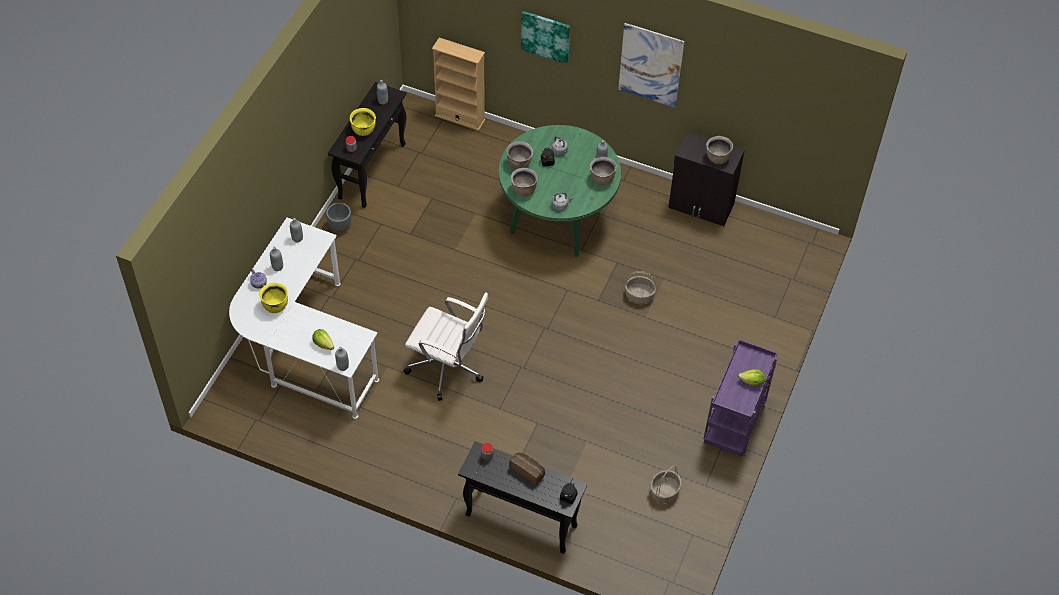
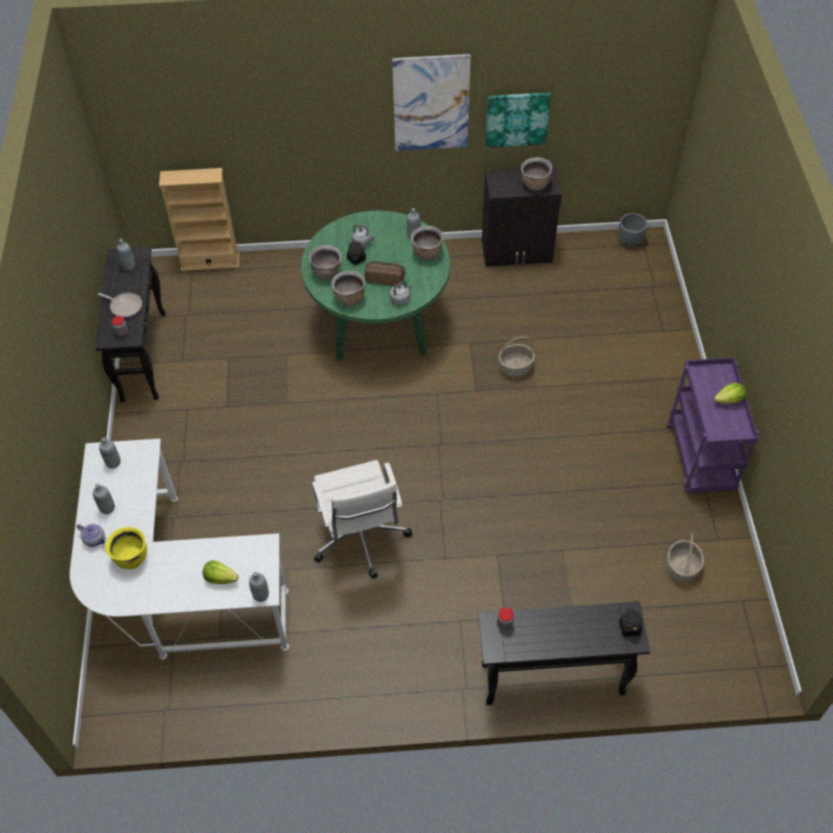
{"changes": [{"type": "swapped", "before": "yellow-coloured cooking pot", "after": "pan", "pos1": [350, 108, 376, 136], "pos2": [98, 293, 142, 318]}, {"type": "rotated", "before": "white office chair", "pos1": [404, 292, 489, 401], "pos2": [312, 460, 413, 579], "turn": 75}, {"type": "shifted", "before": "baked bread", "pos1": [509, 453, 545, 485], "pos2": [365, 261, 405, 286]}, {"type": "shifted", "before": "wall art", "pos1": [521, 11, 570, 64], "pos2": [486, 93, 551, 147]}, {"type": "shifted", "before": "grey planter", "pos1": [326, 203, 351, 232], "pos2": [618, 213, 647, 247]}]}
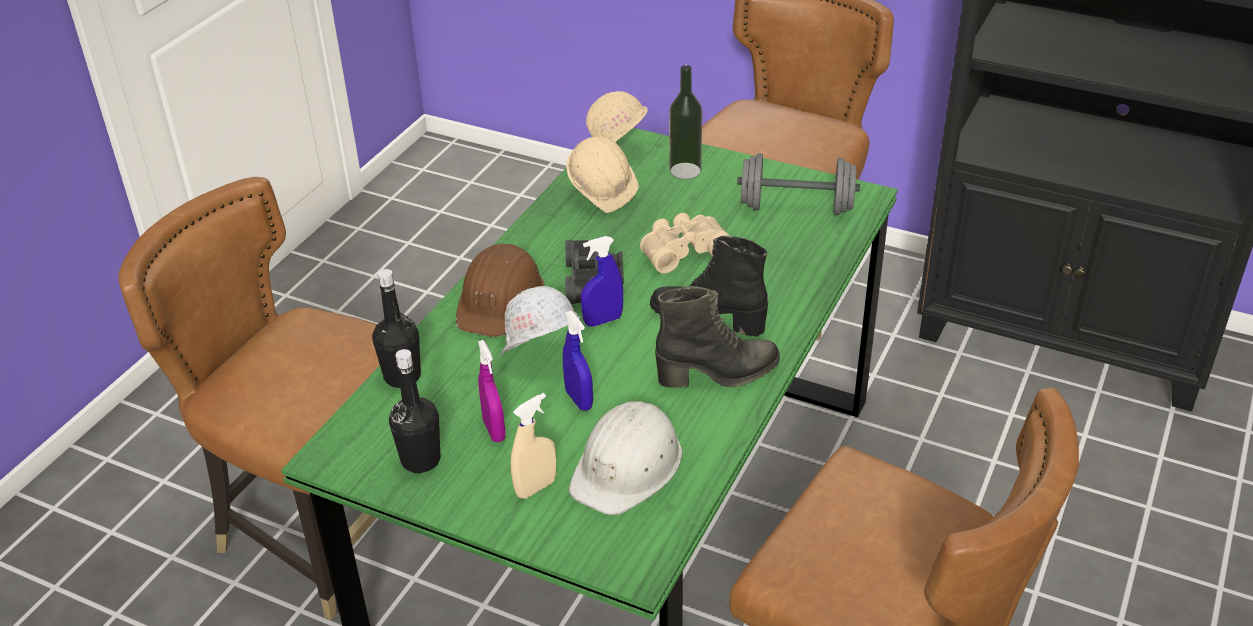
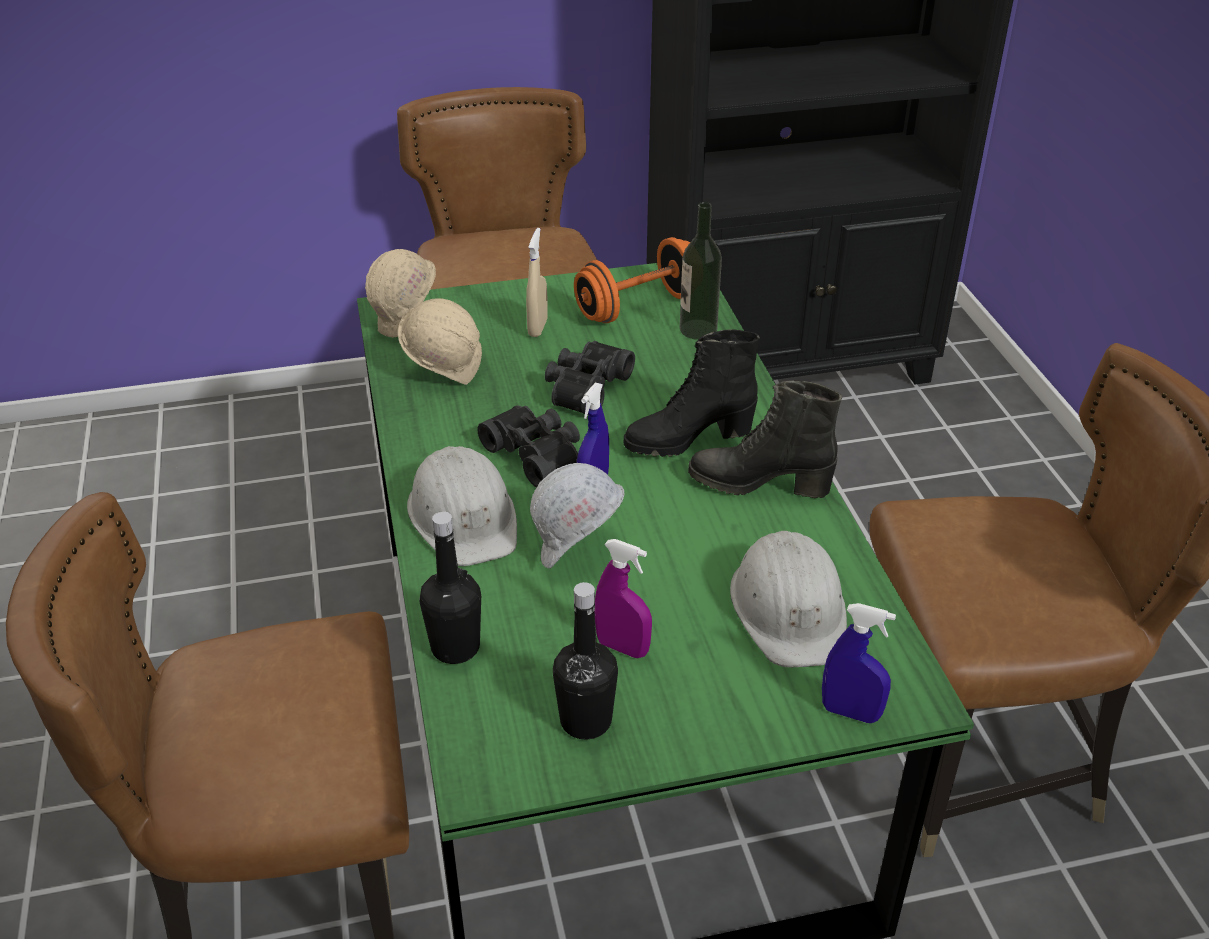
{"changes": [{"type": "repainted", "before": "brown-coloured safety helmet", "after": "white safety helmet", "pos1": [456, 243, 545, 337], "pos2": [407, 446, 517, 566]}, {"type": "shifted", "before": "beige-coloured spray bottle", "pos1": [511, 393, 556, 499], "pos2": [526, 228, 548, 337]}, {"type": "repainted", "before": "beige-coloured field glasses", "after": "black-coloured field glasses", "pos1": [640, 213, 730, 274], "pos2": [545, 341, 635, 415]}, {"type": "repainted", "before": "grey dumbbell", "after": "orange-coloured dumbbell", "pos1": [737, 153, 860, 215], "pos2": [574, 237, 690, 323]}, {"type": "shifted", "before": "beverage bottle", "pos1": [669, 65, 702, 180], "pos2": [680, 202, 722, 340]}, {"type": "rotated", "before": "black-coloured high-top boot", "pos1": [655, 286, 780, 388], "pos2": [688, 381, 842, 498], "turn": -120}, {"type": "shifted", "before": "blue-coloured spray bottle", "pos1": [563, 311, 593, 411], "pos2": [822, 603, 896, 723]}]}
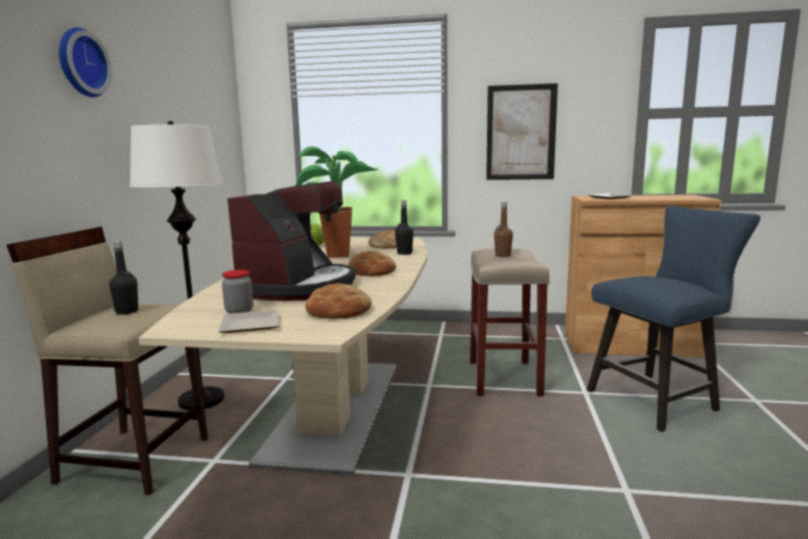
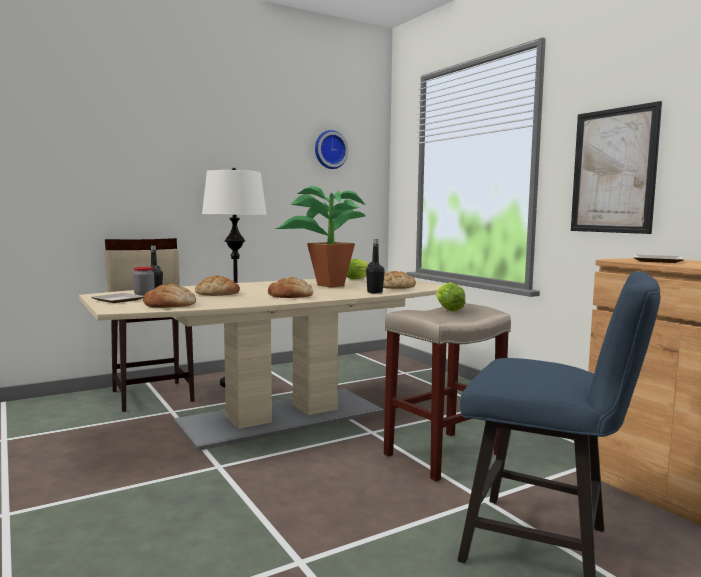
{"changes": [{"type": "swapped", "before": "coffee machine", "after": "baked bread", "pos1": [227, 181, 356, 301], "pos2": [195, 275, 240, 296]}, {"type": "shifted", "before": "hanging clock", "pos1": [59, 27, 112, 97], "pos2": [315, 130, 348, 169]}, {"type": "swapped", "before": "brown-coloured beverage bottle", "after": "lettuce", "pos1": [494, 202, 513, 257], "pos2": [436, 282, 466, 311]}]}
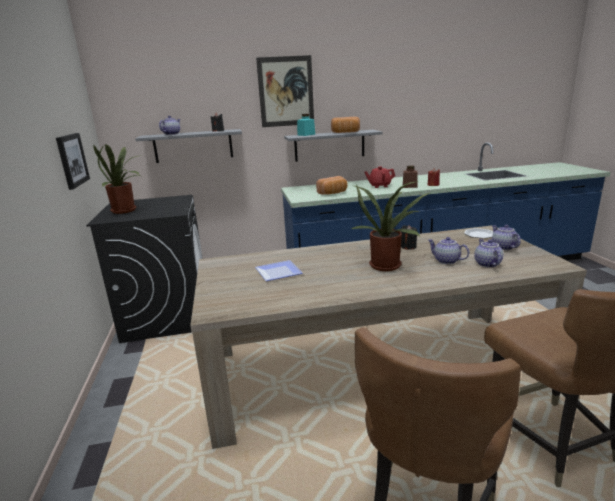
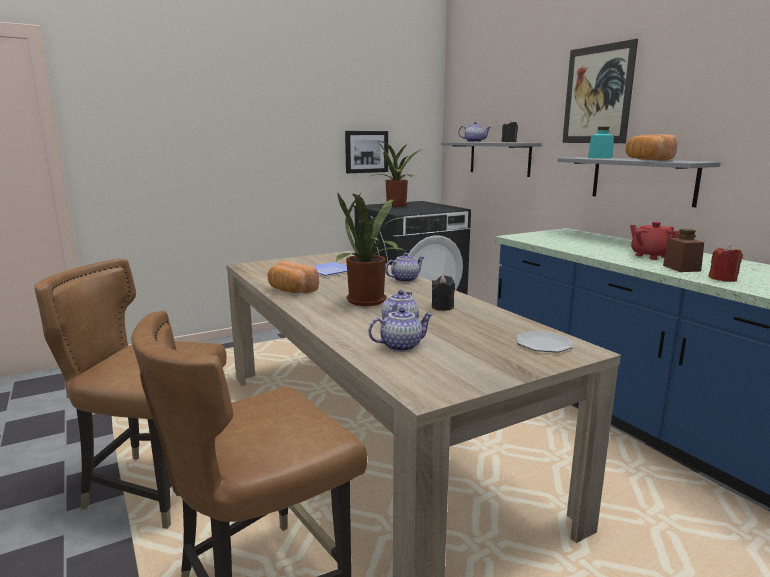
{"changes": [{"type": "shifted", "before": "baked bread", "pos1": [316, 176, 348, 195], "pos2": [268, 261, 319, 293]}, {"type": "shifted", "before": "teapot", "pos1": [492, 225, 521, 250], "pos2": [385, 252, 425, 282]}]}
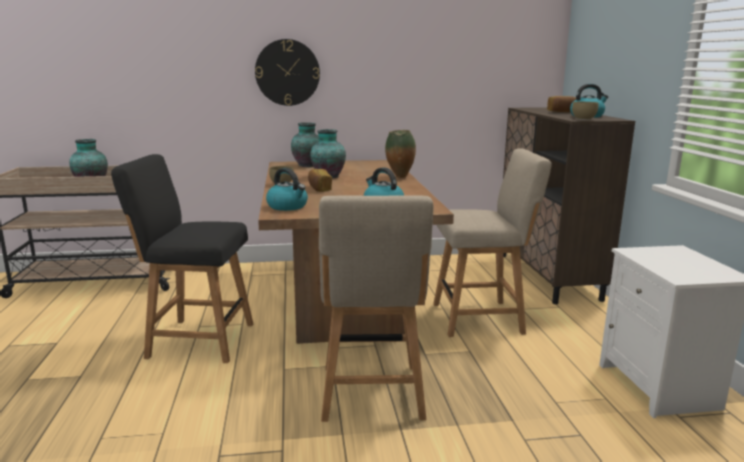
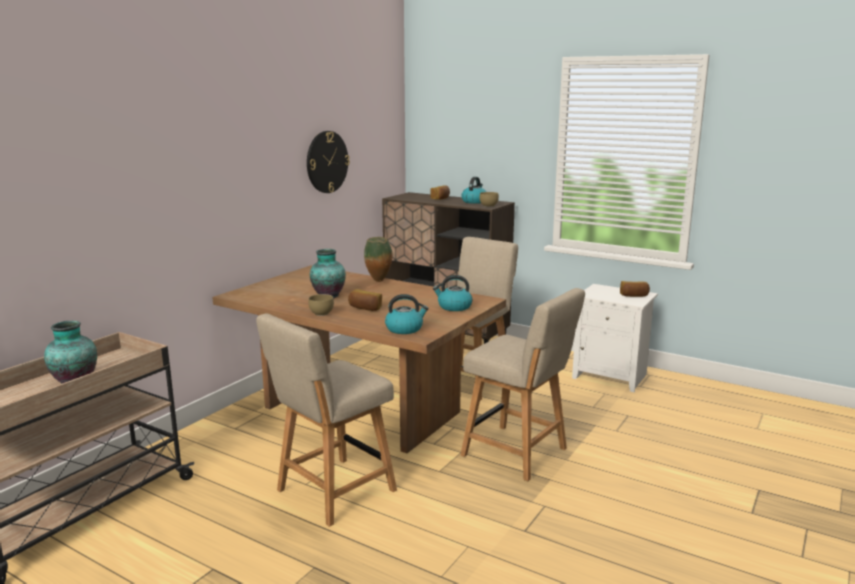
{"changes": [{"type": "repainted", "before": "black-coloured upright chair", "after": "beige-coloured upright chair", "pos1": [111, 154, 253, 363], "pos2": [256, 313, 397, 527]}, {"type": "shifted", "before": "hanging clock", "pos1": [255, 39, 320, 106], "pos2": [307, 131, 350, 193]}, {"type": "new", "after": "baked bread", "pos2": [620, 281, 650, 297]}, {"type": "gone", "before": "decorative vase", "pos1": [291, 122, 319, 167]}]}
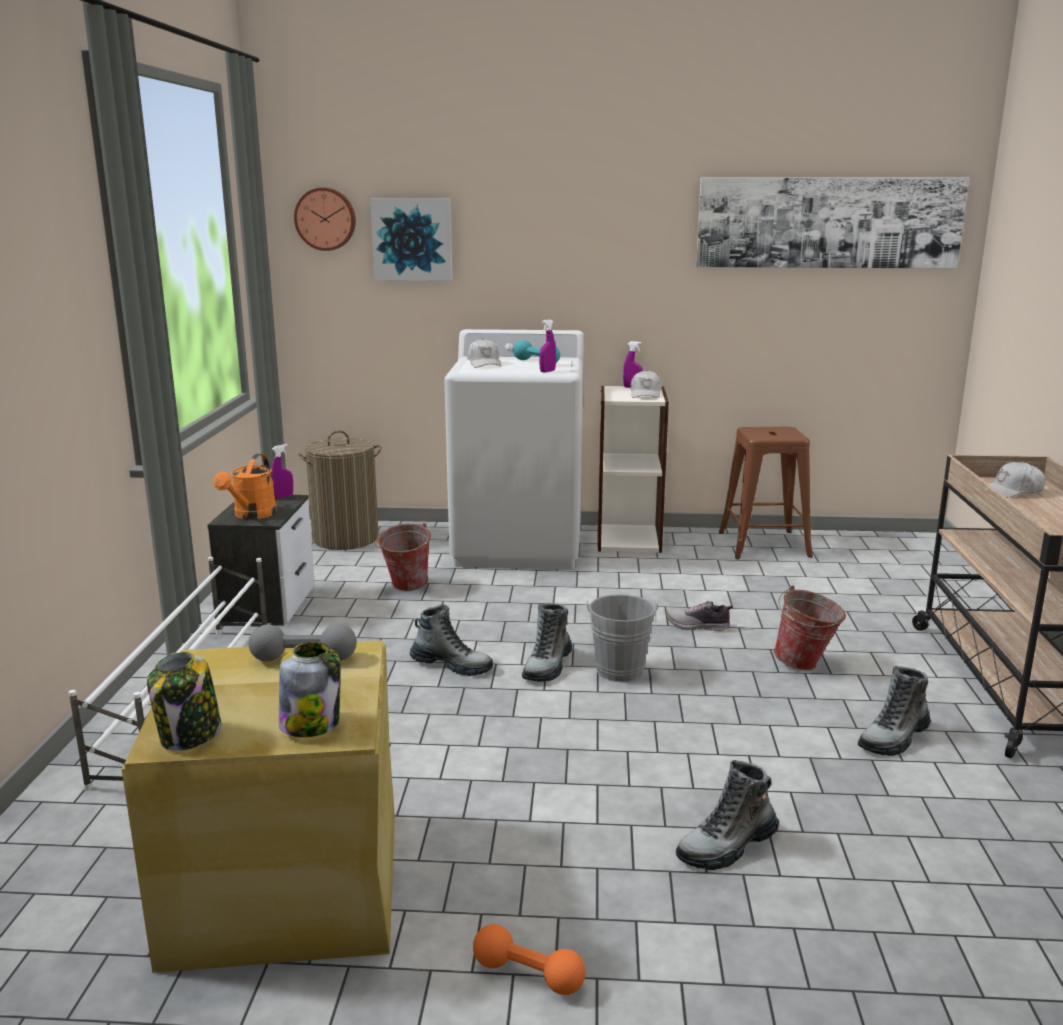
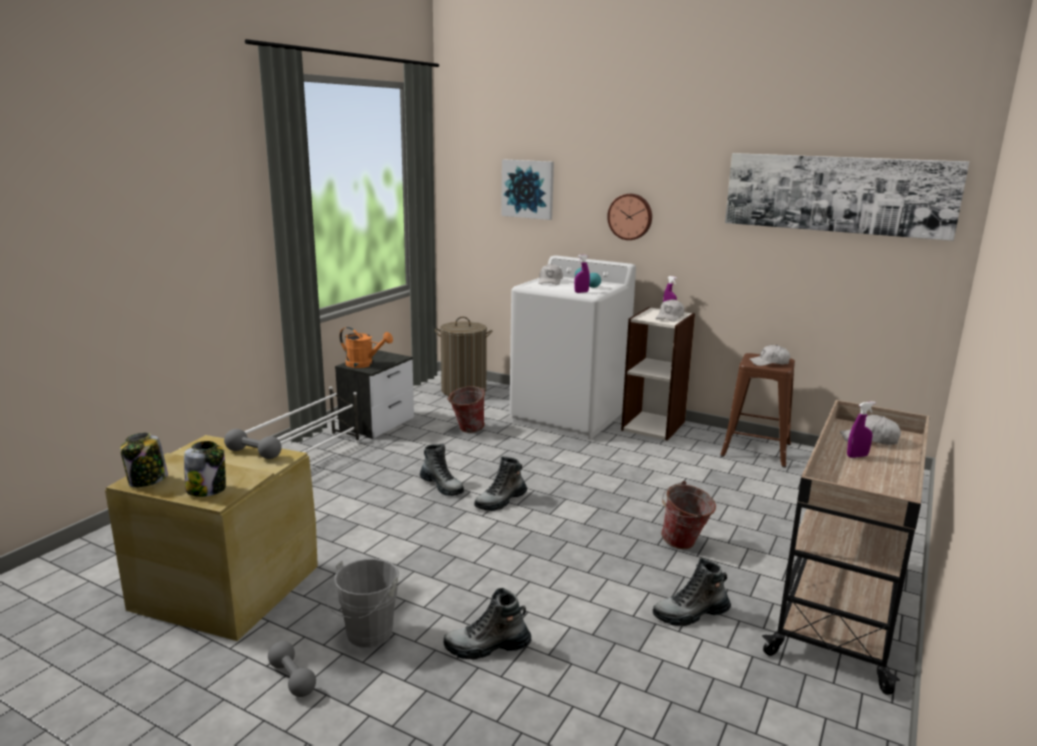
{"changes": [{"type": "repainted", "before": "orange-coloured dumbbell", "after": "grey dumbbell", "pos1": [473, 924, 586, 995], "pos2": [268, 641, 316, 697]}, {"type": "shifted", "before": "grey water bucket", "pos1": [586, 594, 658, 682], "pos2": [325, 559, 399, 648]}, {"type": "rotated", "before": "orange-coloured sprinkling can", "pos1": [213, 454, 277, 520], "pos2": [340, 327, 393, 368], "turn": -105}, {"type": "shifted", "before": "hanging clock", "pos1": [294, 187, 356, 251], "pos2": [607, 194, 652, 240]}, {"type": "new", "after": "white baseball cap", "pos2": [750, 345, 790, 366]}, {"type": "shifted", "before": "purple-coloured spray bottle", "pos1": [271, 444, 293, 499], "pos2": [847, 401, 876, 458]}, {"type": "gone", "before": "low shoe", "pos1": [666, 601, 733, 631]}]}
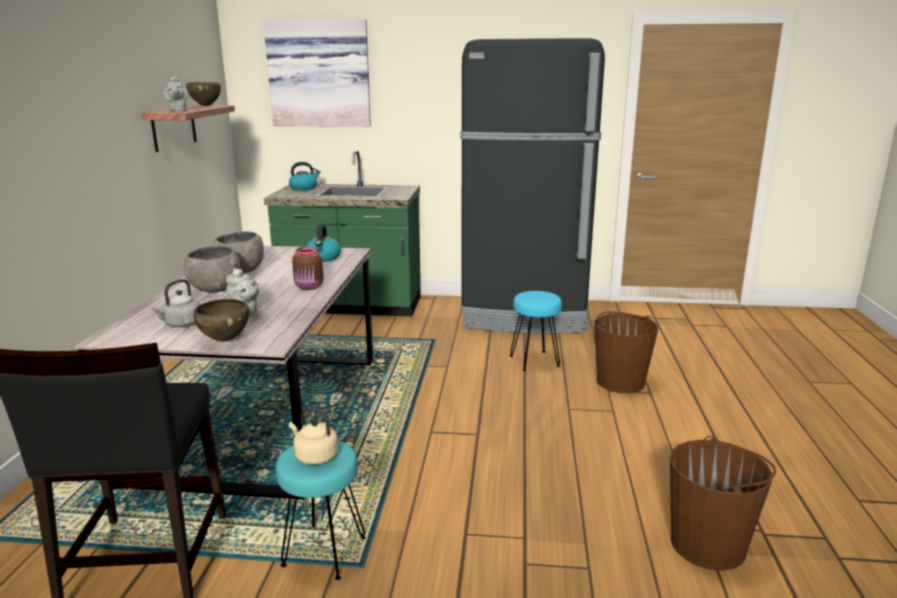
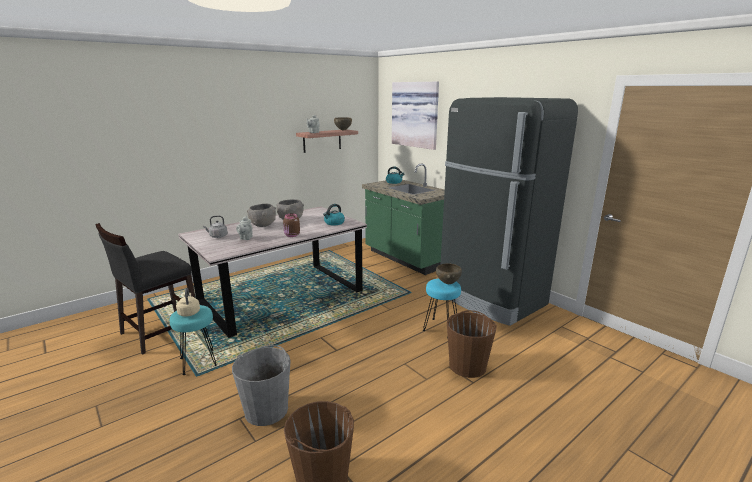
{"changes": [{"type": "new", "after": "grey water bucket", "pos2": [232, 345, 291, 426]}, {"type": "shifted", "before": "brown-coloured bowl", "pos1": [193, 299, 249, 342], "pos2": [436, 263, 462, 284]}]}
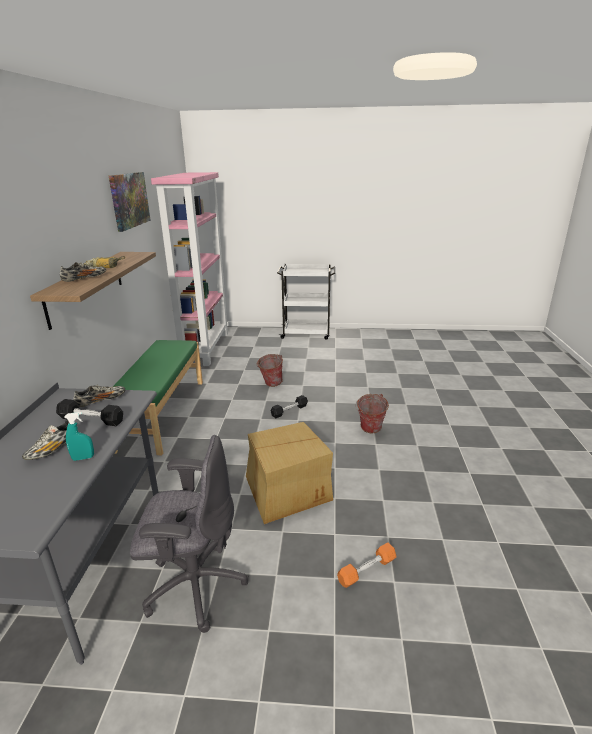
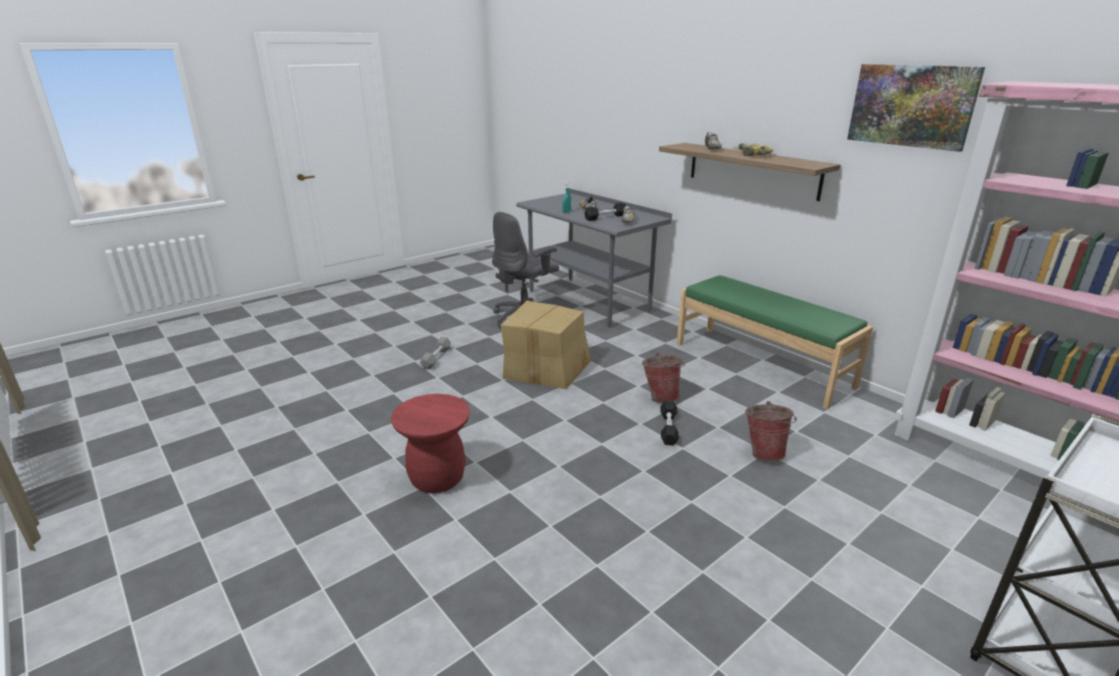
{"changes": [{"type": "new", "after": "reddish stool seat", "pos2": [391, 394, 470, 493]}, {"type": "repainted", "before": "orange-coloured dumbbell", "after": "grey dumbbell", "pos1": [337, 542, 397, 588], "pos2": [420, 337, 451, 369]}, {"type": "shifted", "before": "water bucket", "pos1": [355, 394, 389, 433], "pos2": [642, 353, 685, 403]}]}
